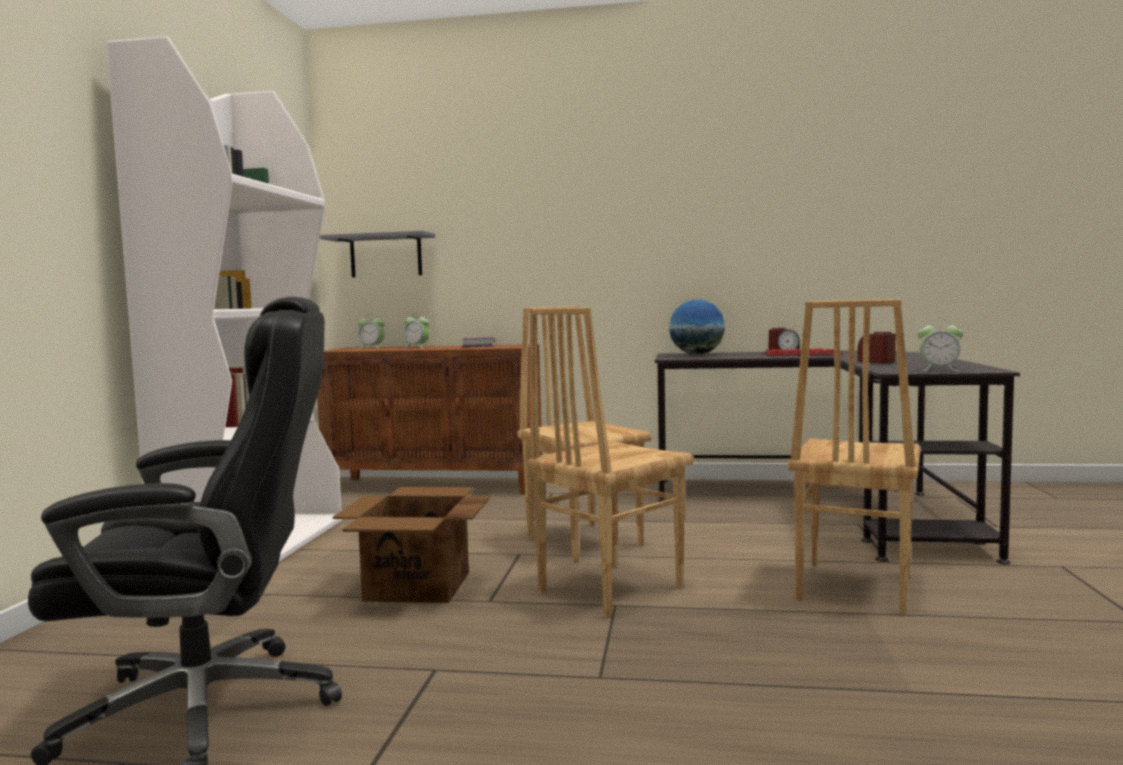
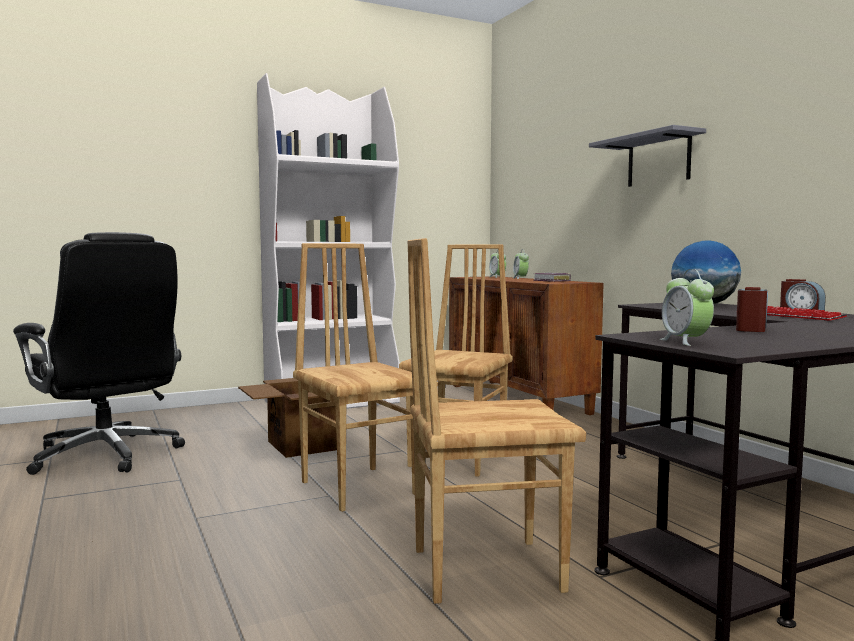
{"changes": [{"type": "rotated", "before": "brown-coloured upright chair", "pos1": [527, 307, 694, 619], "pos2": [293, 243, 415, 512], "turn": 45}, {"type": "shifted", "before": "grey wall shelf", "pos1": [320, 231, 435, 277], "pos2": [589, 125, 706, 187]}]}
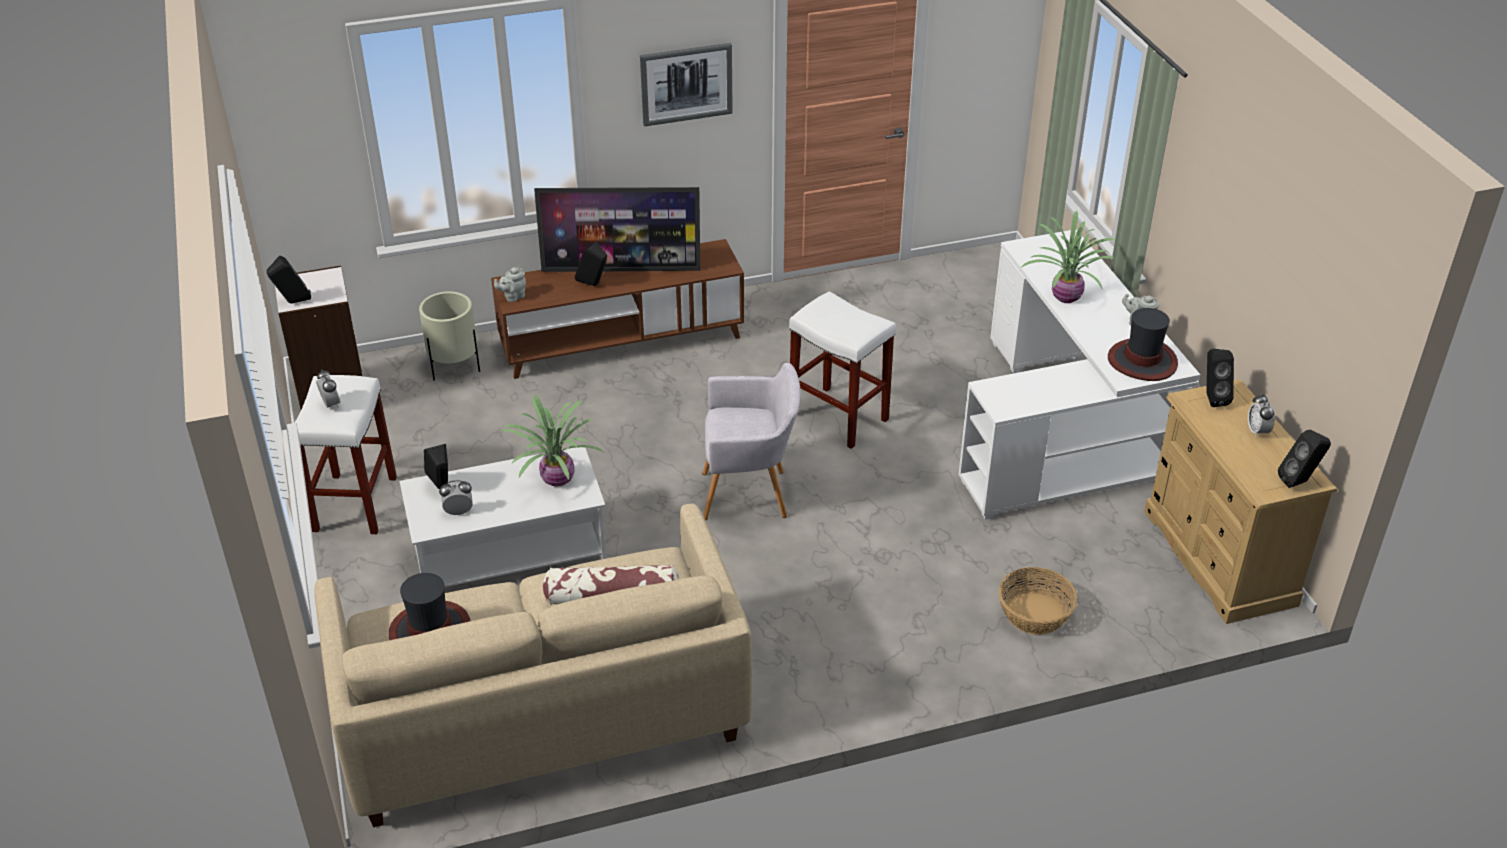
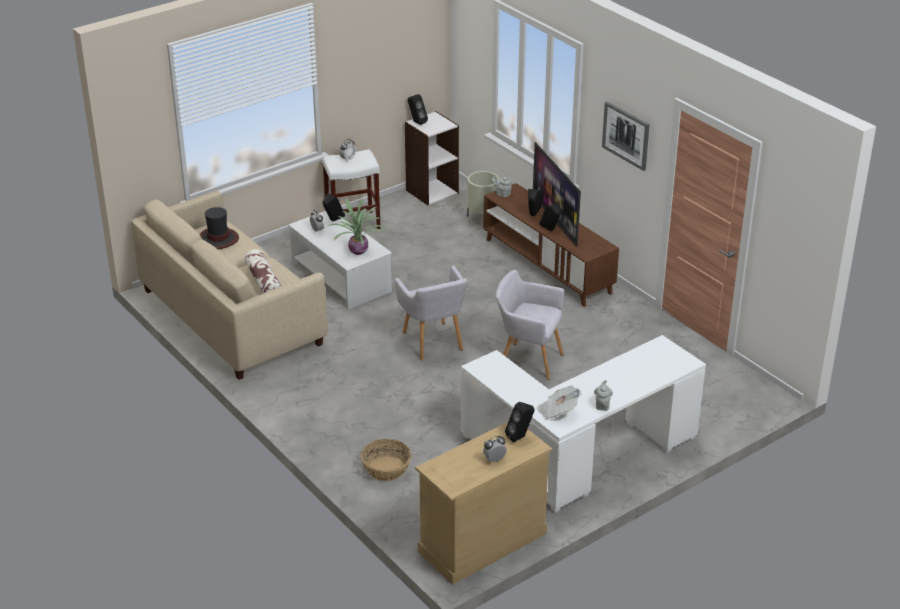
{"changes": [{"type": "swapped", "before": "white stool seat", "after": "grey lounge chair", "pos1": [789, 291, 896, 449], "pos2": [496, 270, 564, 380]}, {"type": "swapped", "before": "hat", "after": "daily paper", "pos1": [1108, 308, 1178, 381], "pos2": [537, 386, 581, 420]}, {"type": "shifted", "before": "black-coloured audio speaker", "pos1": [1278, 430, 1331, 488], "pos2": [539, 202, 561, 231]}, {"type": "gone", "before": "plant in a pot", "pos1": [1021, 211, 1115, 303]}]}
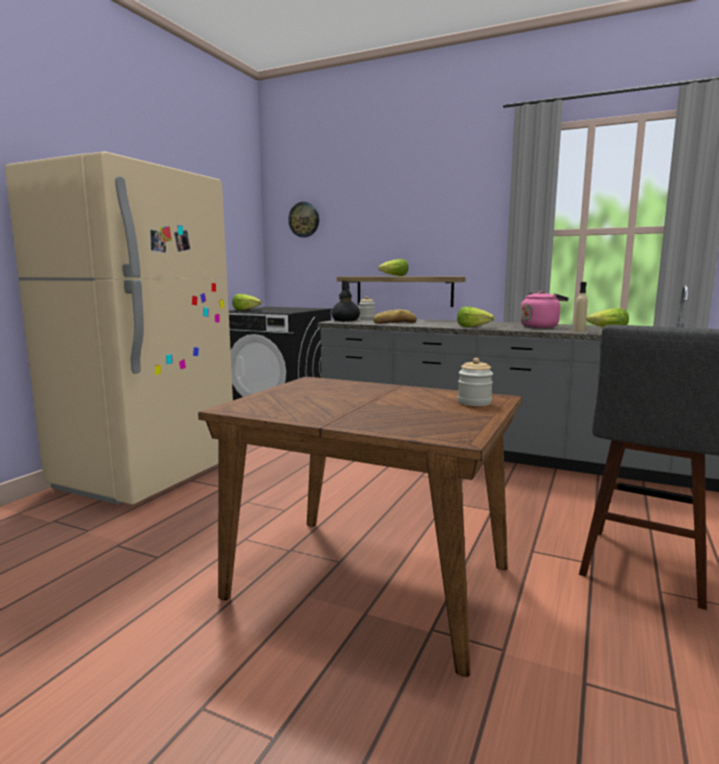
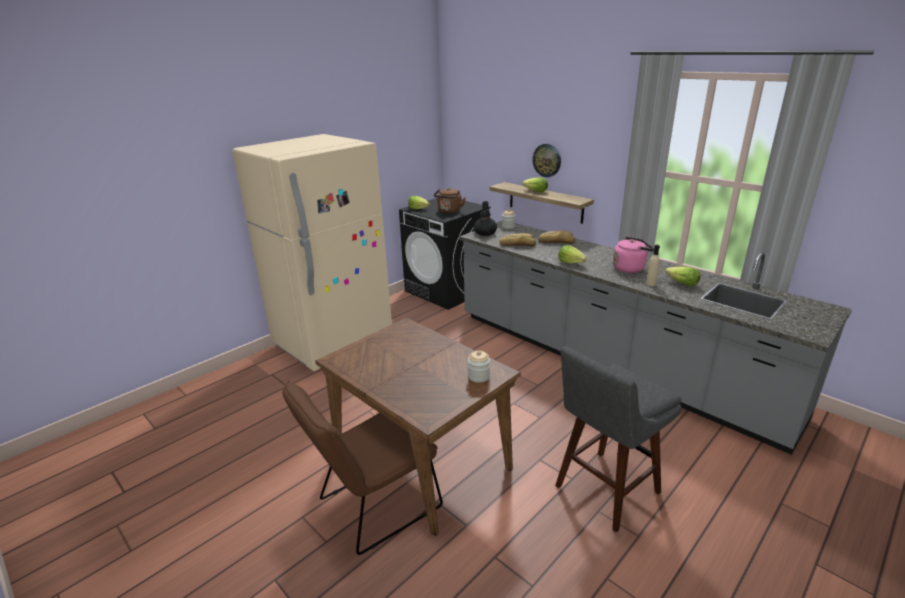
{"changes": [{"type": "new", "after": "brown-coloured upright chair", "pos2": [282, 381, 443, 555]}, {"type": "new", "after": "brown-coloured water kettle", "pos2": [434, 188, 465, 213]}, {"type": "shifted", "before": "hanging clock", "pos1": [288, 202, 319, 238], "pos2": [532, 144, 561, 177]}, {"type": "new", "after": "baked bread", "pos2": [538, 231, 575, 244]}]}
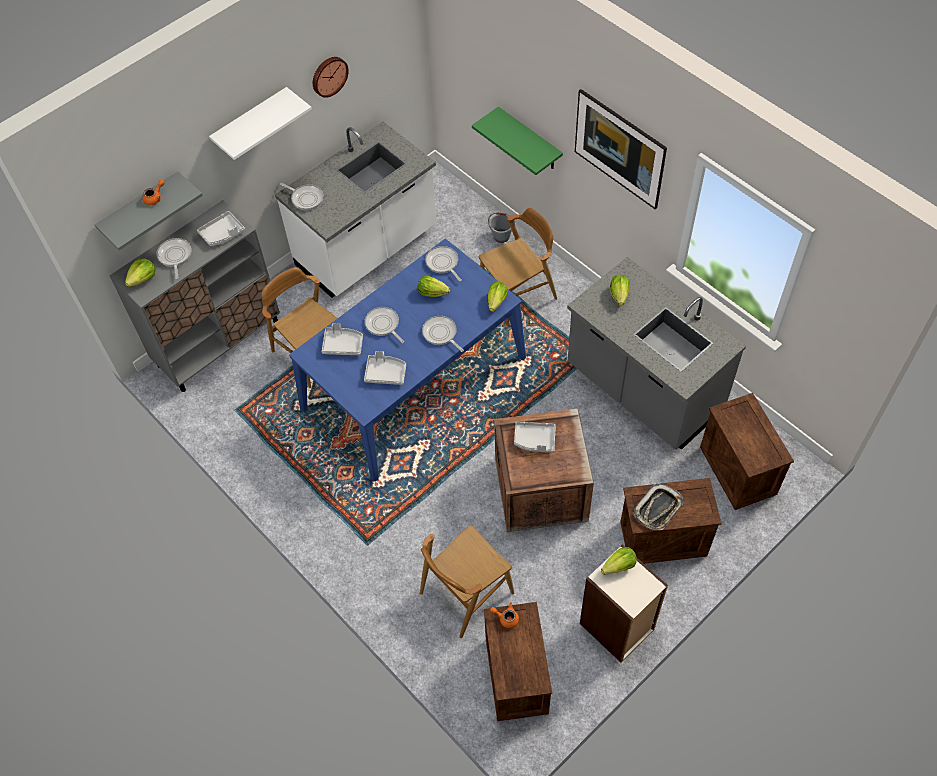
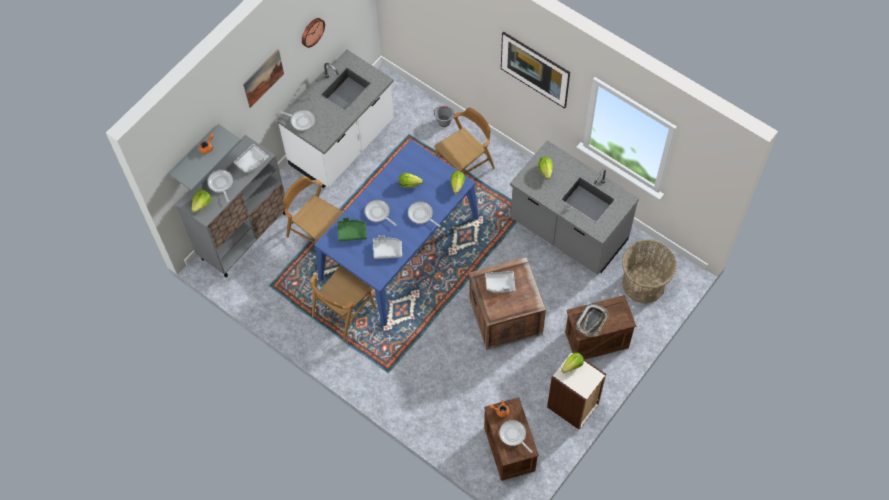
{"changes": [{"type": "swapped", "before": "white wall shelf", "after": "wall art", "pos1": [209, 87, 312, 160], "pos2": [243, 50, 284, 108]}, {"type": "shifted", "before": "brown-coloured upright chair", "pos1": [420, 525, 514, 638], "pos2": [310, 266, 376, 342]}, {"type": "repainted", "before": "grey carrying tray", "after": "green-coloured carrying tray", "pos1": [322, 323, 363, 355], "pos2": [337, 218, 367, 241]}, {"type": "shifted", "before": "pan", "pos1": [425, 246, 462, 282], "pos2": [499, 420, 533, 453]}, {"type": "swapped", "before": "packing crate", "after": "storage basket", "pos1": [700, 393, 794, 510], "pos2": [622, 239, 677, 304]}, {"type": "gone", "before": "green-coloured wall shelf", "pos1": [472, 107, 563, 175]}]}
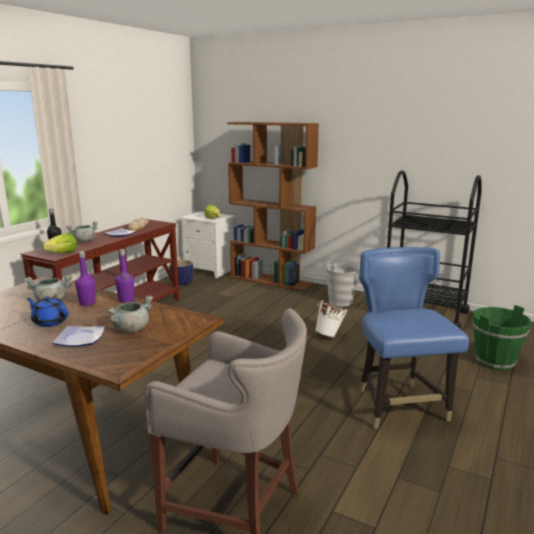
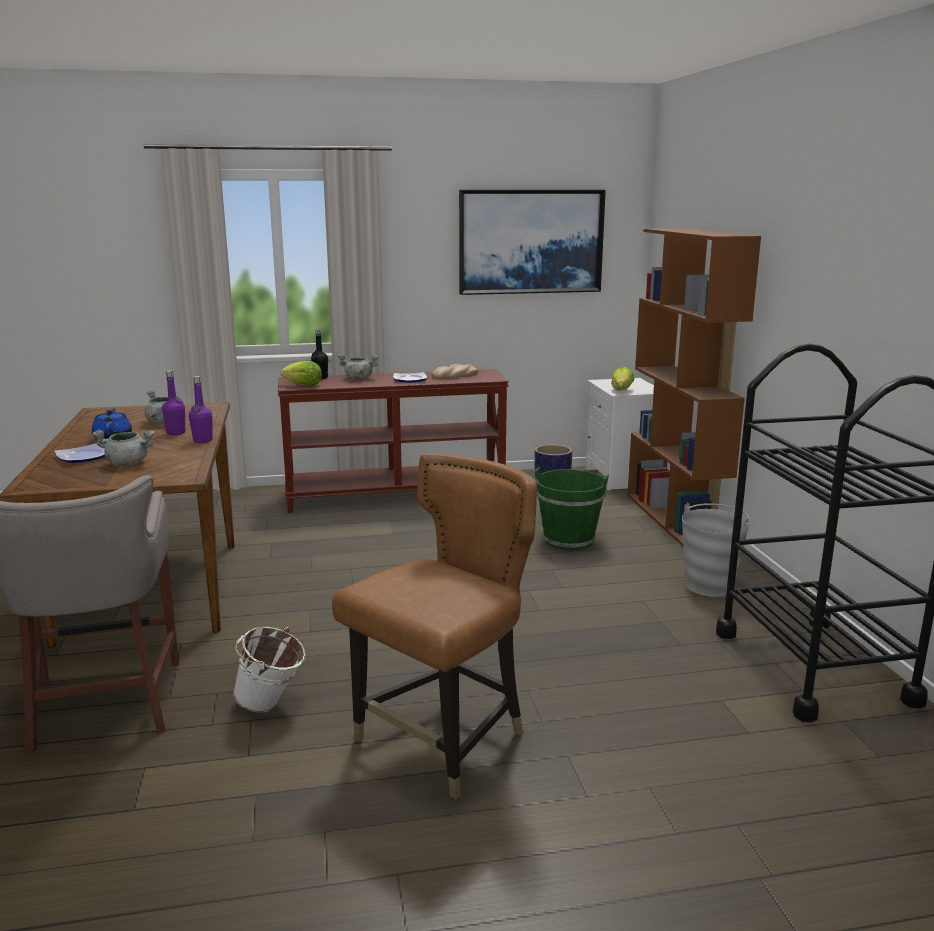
{"changes": [{"type": "shifted", "before": "white water bucket", "pos1": [315, 300, 348, 337], "pos2": [233, 627, 306, 713]}, {"type": "repainted", "before": "blue-coloured upright chair", "after": "brown-coloured upright chair", "pos1": [359, 247, 469, 429], "pos2": [332, 453, 537, 799]}, {"type": "new", "after": "wall art", "pos2": [459, 190, 606, 295]}, {"type": "shifted", "before": "green-coloured water bucket", "pos1": [472, 305, 532, 370], "pos2": [535, 467, 609, 550]}]}
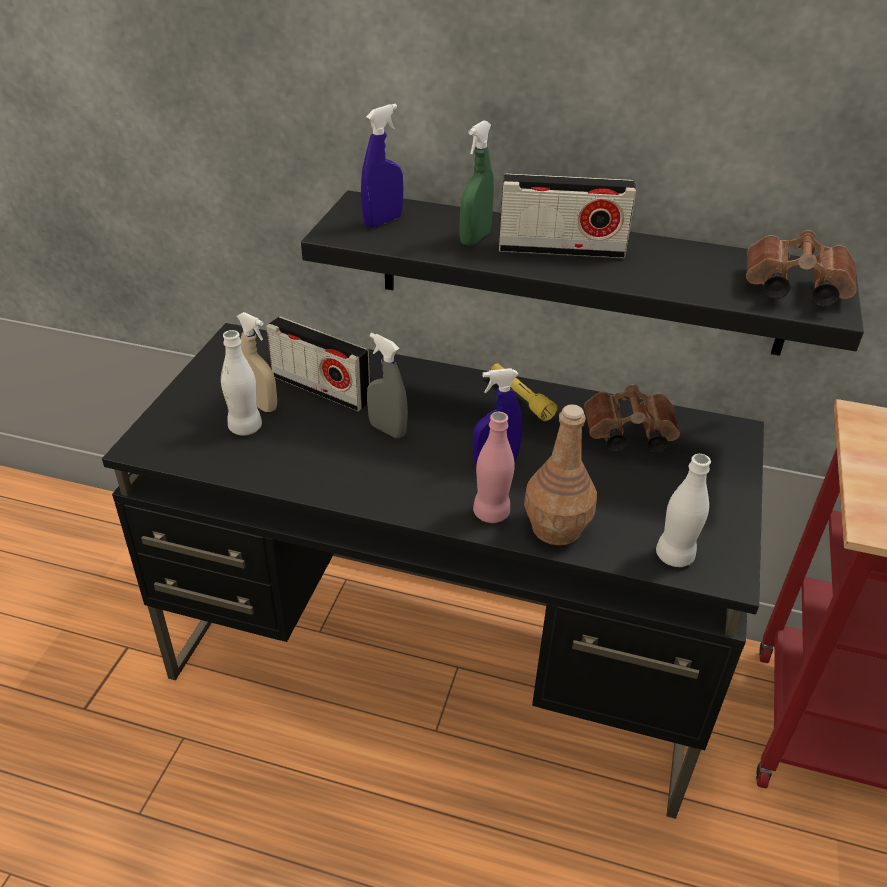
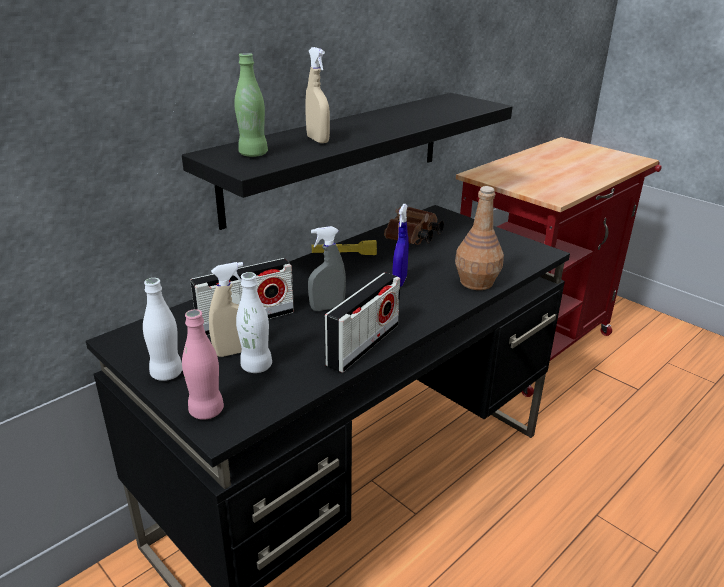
{"changes": [{"type": "shifted", "before": "white beverage bottle", "pos1": [656, 454, 711, 567], "pos2": [143, 278, 183, 381]}, {"type": "shifted", "before": "pinkish beverage bottle", "pos1": [473, 412, 515, 523], "pos2": [182, 309, 224, 420]}, {"type": "swapped", "before": "blue-coloured spray bottle", "after": "green-coloured beverage bottle", "pos1": [361, 104, 403, 228], "pos2": [234, 53, 268, 157]}, {"type": "repainted", "before": "green-coloured spray bottle", "after": "beige-coloured spray bottle", "pos1": [460, 120, 494, 246], "pos2": [305, 47, 330, 143]}, {"type": "shifted", "before": "radio", "pos1": [499, 174, 636, 258], "pos2": [324, 273, 400, 373]}, {"type": "gone", "before": "brown-coloured field glasses", "pos1": [746, 230, 857, 307]}]}
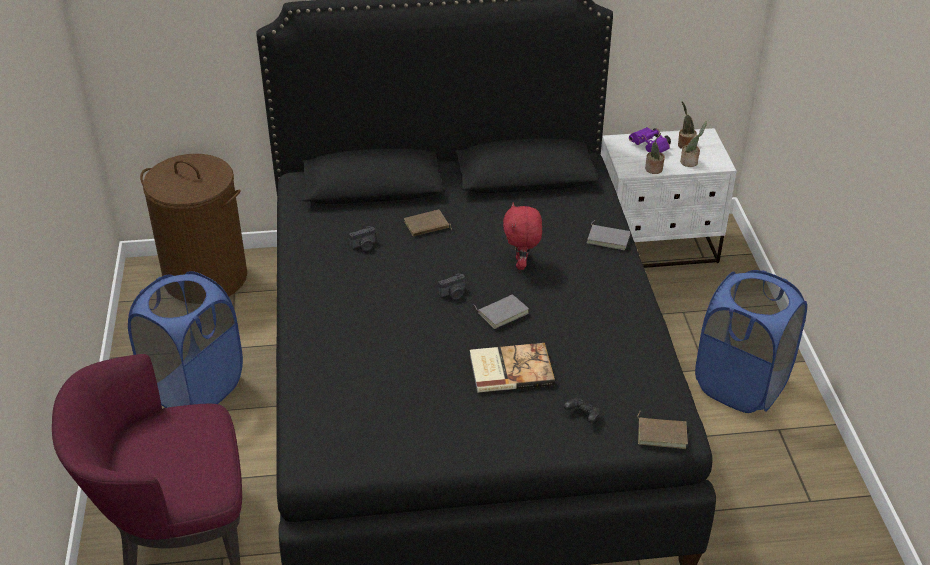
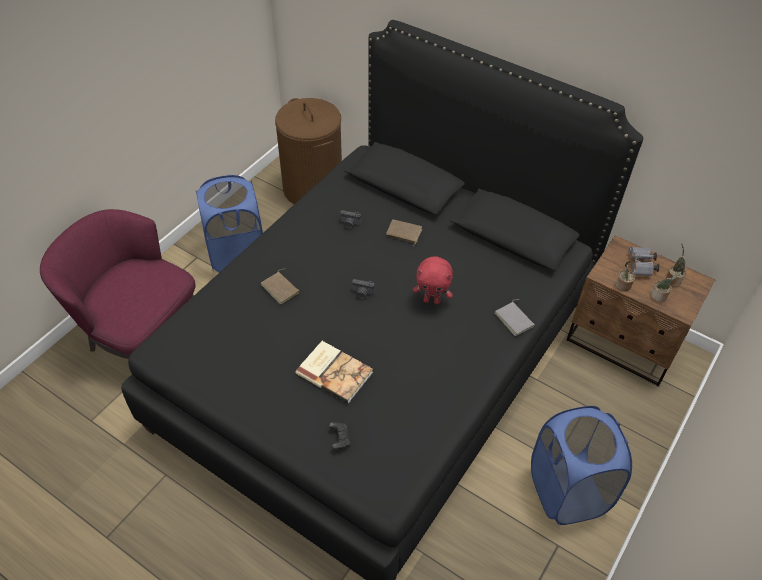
{"changes": [{"type": "shifted", "before": "brown-coloured bound book", "pos1": [637, 410, 688, 449], "pos2": [261, 269, 299, 304]}, {"type": "rotated", "before": "reddish cuddly toy", "pos1": [503, 202, 542, 270], "pos2": [413, 256, 453, 304], "turn": -120}, {"type": "repainted", "before": "white night table", "after": "brown-coloured night table", "pos1": [601, 128, 737, 268], "pos2": [567, 236, 715, 386]}, {"type": "repainted", "before": "purple-coloured field glasses", "after": "grey field glasses", "pos1": [629, 127, 671, 153], "pos2": [629, 247, 660, 276]}, {"type": "gone", "before": "grey bound book", "pos1": [473, 294, 529, 329]}]}
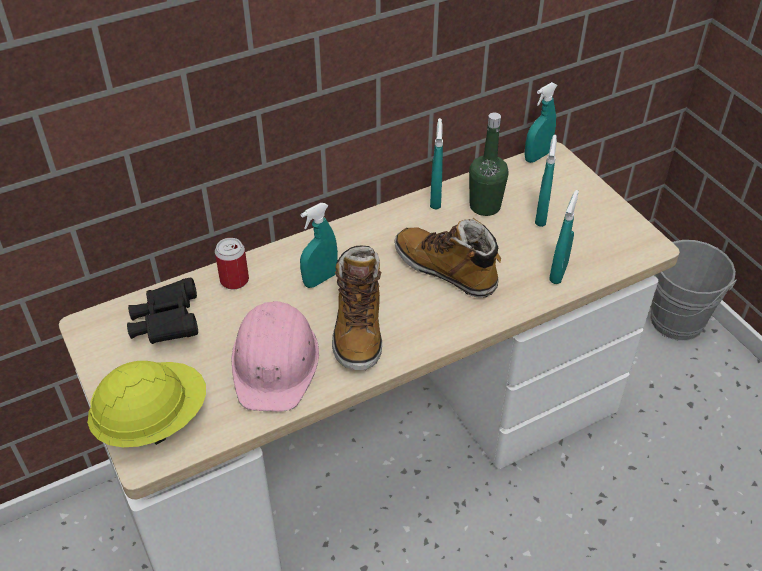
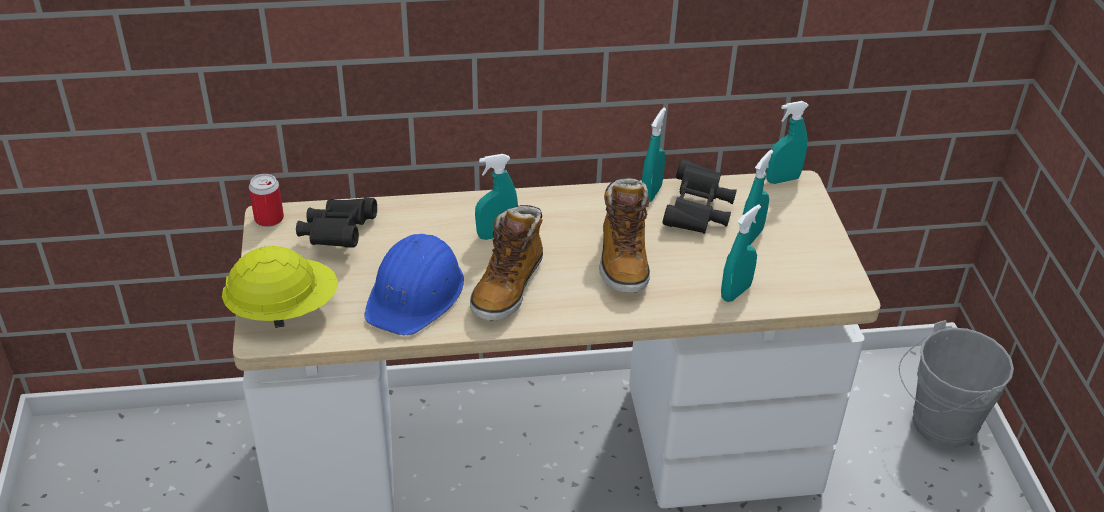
{"changes": [{"type": "shifted", "before": "metal can", "pos1": [215, 238, 249, 289], "pos2": [249, 174, 284, 227]}, {"type": "repainted", "before": "pinkish safety helmet", "after": "blue-coloured safety helmet", "pos1": [231, 301, 319, 411], "pos2": [364, 234, 464, 335]}, {"type": "rotated", "before": "high-top boot", "pos1": [395, 218, 501, 298], "pos2": [600, 178, 650, 293], "turn": -150}, {"type": "swapped", "before": "green-coloured beverage bottle", "after": "black-coloured field glasses", "pos1": [469, 113, 509, 216], "pos2": [662, 159, 737, 234]}]}
